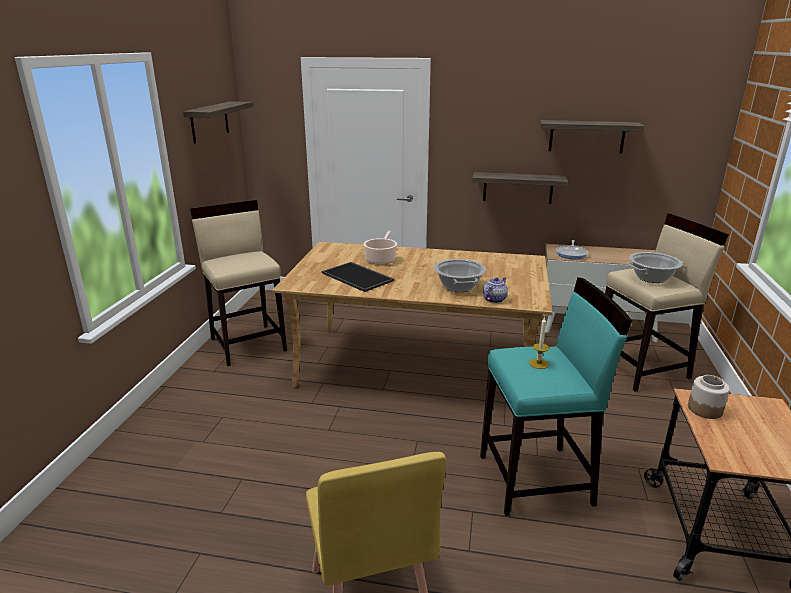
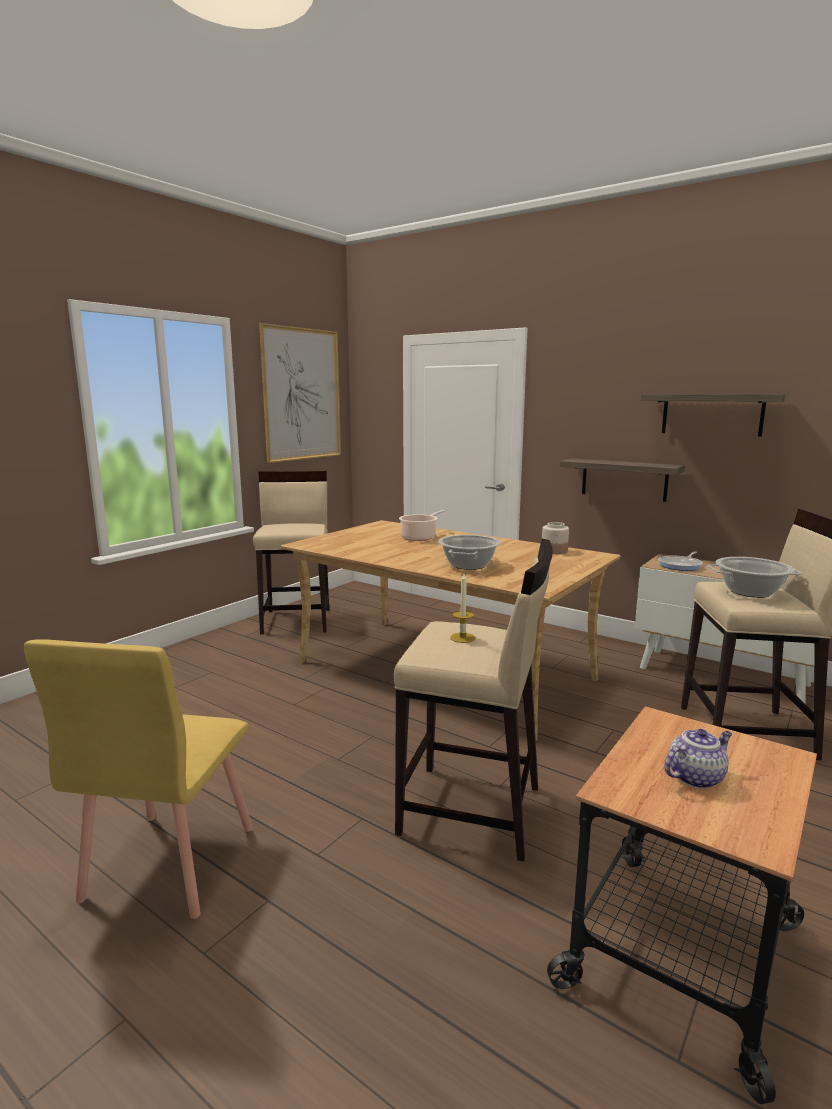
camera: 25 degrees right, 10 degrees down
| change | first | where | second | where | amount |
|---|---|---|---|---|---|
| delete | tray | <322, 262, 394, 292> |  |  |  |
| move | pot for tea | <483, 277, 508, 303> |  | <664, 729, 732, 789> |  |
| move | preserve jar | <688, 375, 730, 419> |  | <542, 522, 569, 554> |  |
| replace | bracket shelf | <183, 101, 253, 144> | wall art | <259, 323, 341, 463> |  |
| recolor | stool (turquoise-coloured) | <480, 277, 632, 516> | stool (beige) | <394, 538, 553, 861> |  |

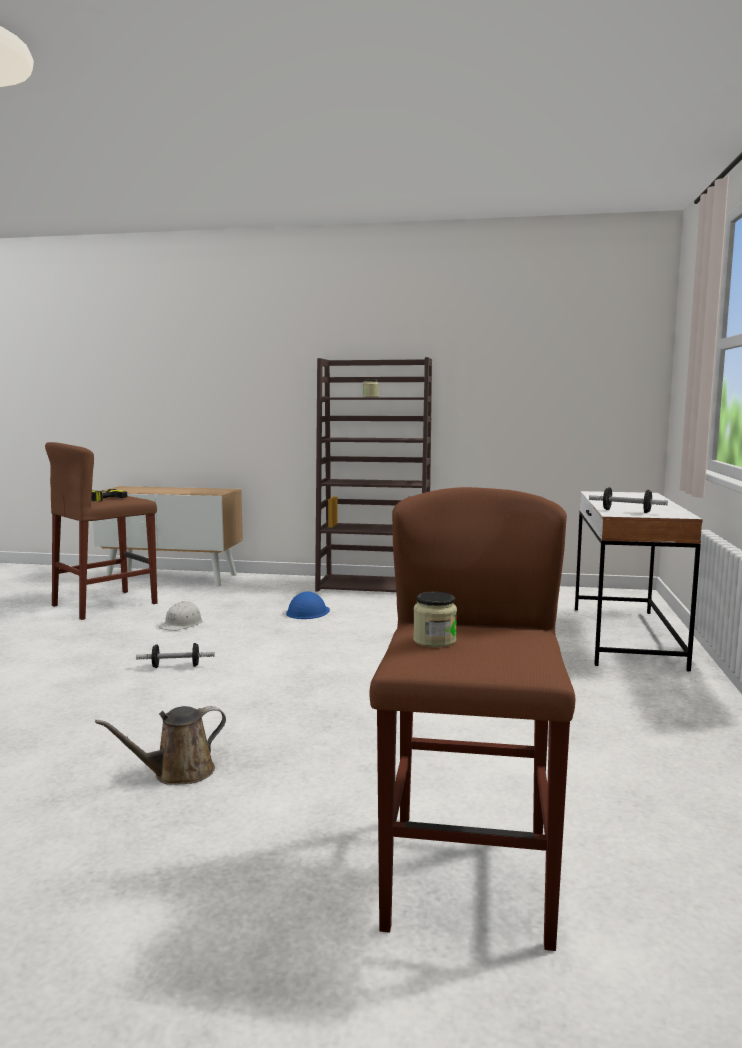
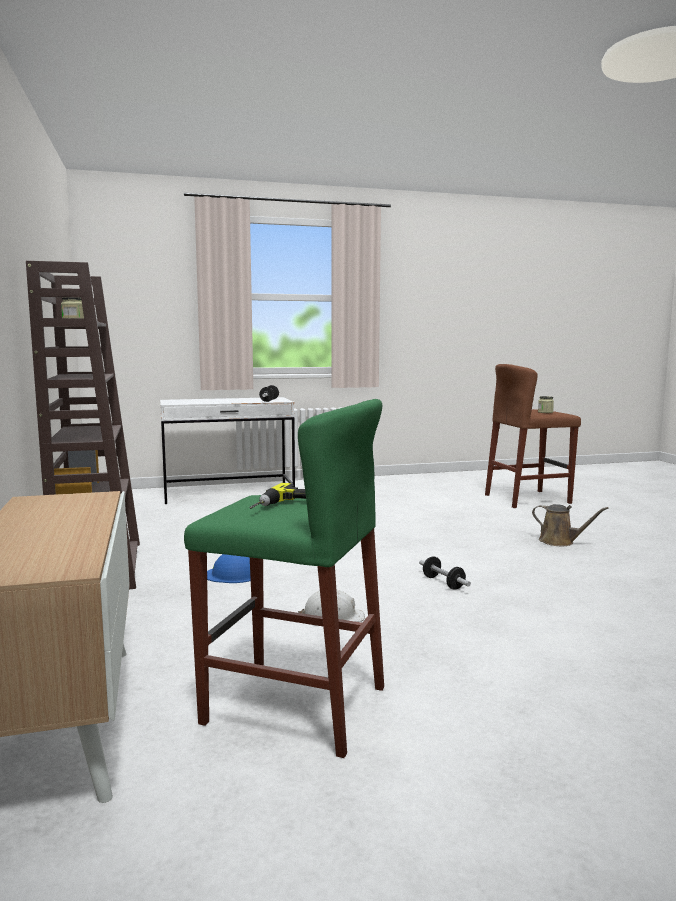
camera: 115 degrees left, 0 degrees up
| change | first | where | second | where | amount |
|---|---|---|---|---|---|
| recolor | stool (brown-coloured) | <45, 442, 157, 620> | stool (green) | <184, 399, 384, 758> |  |

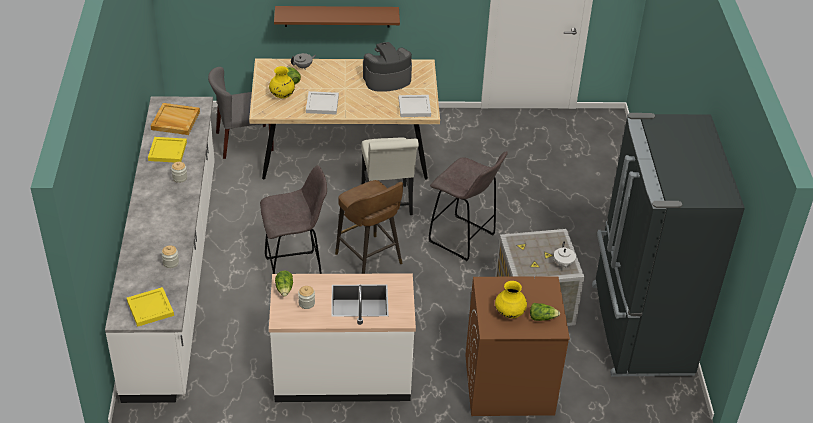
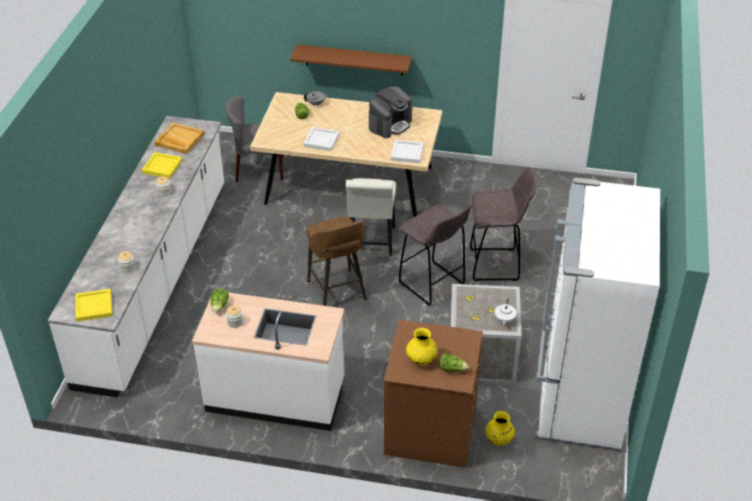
camera: 15 degrees right, 0 degrees up
| change | first | where | second | where | amount |
|---|---|---|---|---|---|
| move | stool (gray) | <260, 165, 327, 274> |  | <470, 167, 536, 281> |  |
| move | flower vase (yellow-coloured) | <269, 66, 295, 98> |  | <485, 411, 515, 446> |  |
| recolor | refrigerator (blackish) | <592, 113, 745, 376> | refrigerator (white-coloured) | <535, 177, 660, 451> |  |
| rotate | coffee maker | <363, 42, 412, 92> |  | <369, 86, 412, 138> | 135 degrees clockwise |

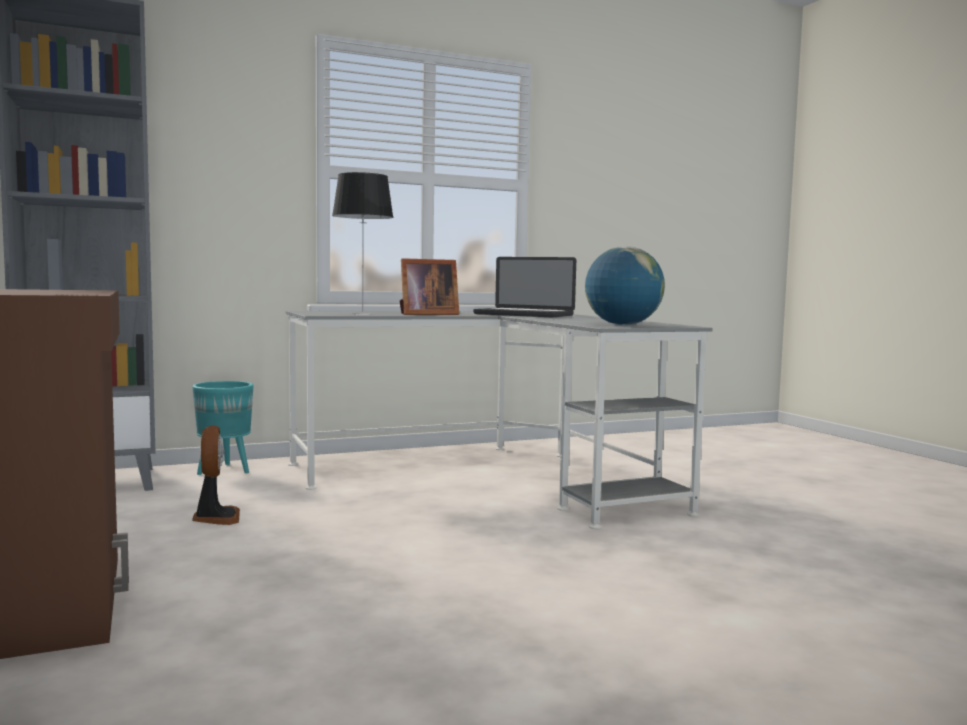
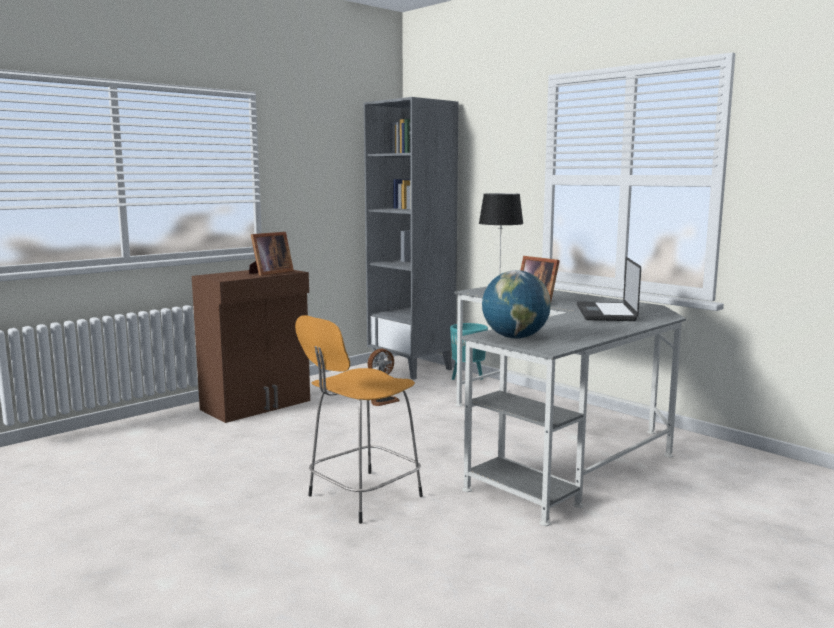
camera: 70 degrees right, 5 degrees up
| change | first | where | second | where | amount |
|---|---|---|---|---|---|
| insert |  |  | standing frame | <249, 232, 294, 276> |  |
| insert |  |  | stool (orange) | <295, 315, 423, 524> |  |

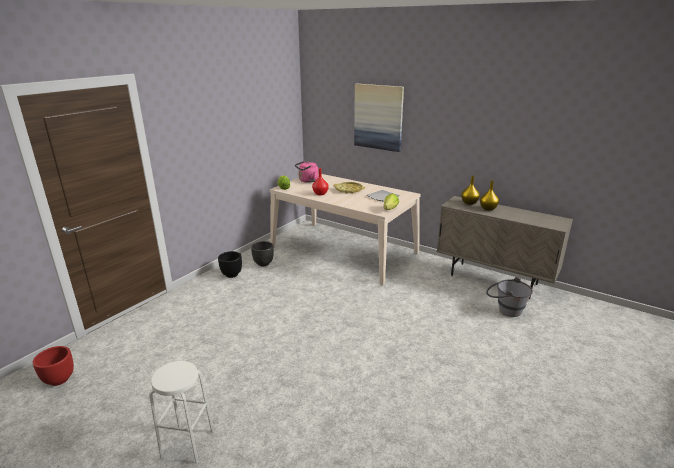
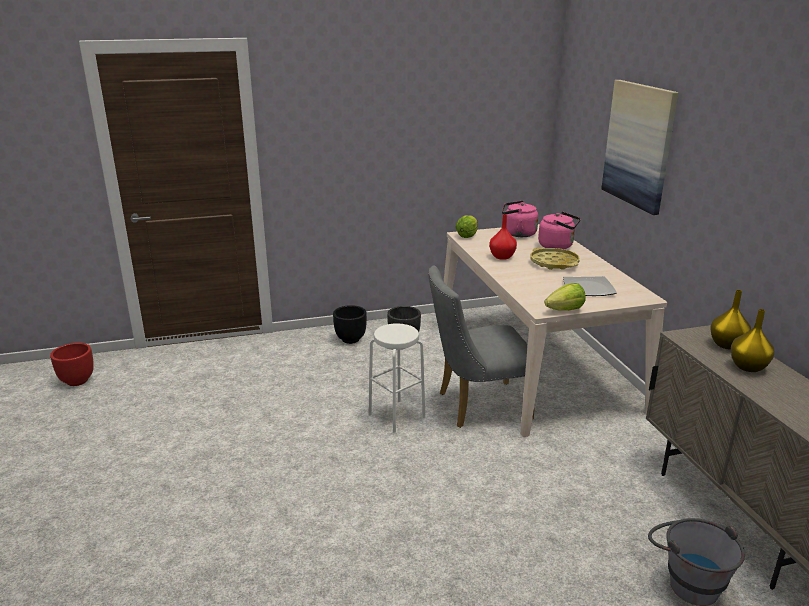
camera: 40 degrees right, 0 degrees up
| change | first | where | second | where | amount |
|---|---|---|---|---|---|
| insert |  |  | chair (gray) | <429, 266, 535, 428> |  |
| insert |  |  | tea kettle (pink-coloured) | <538, 212, 581, 249> |  |
| move | stool (white-coloured) | <149, 361, 214, 464> |  | <368, 324, 425, 433> |  |

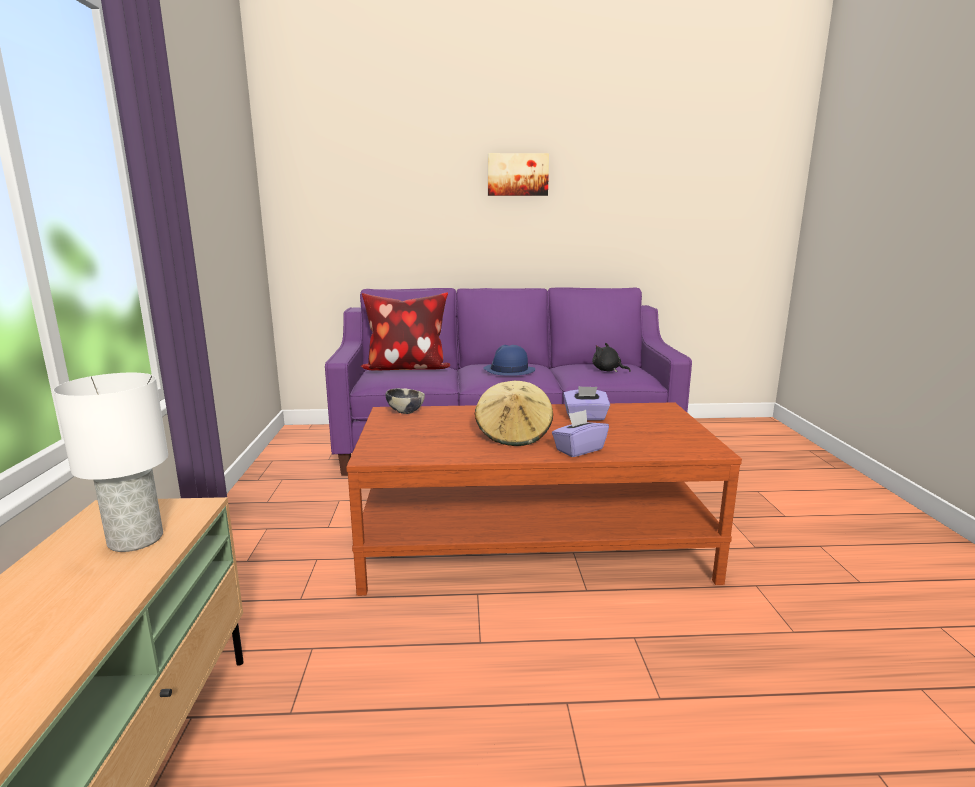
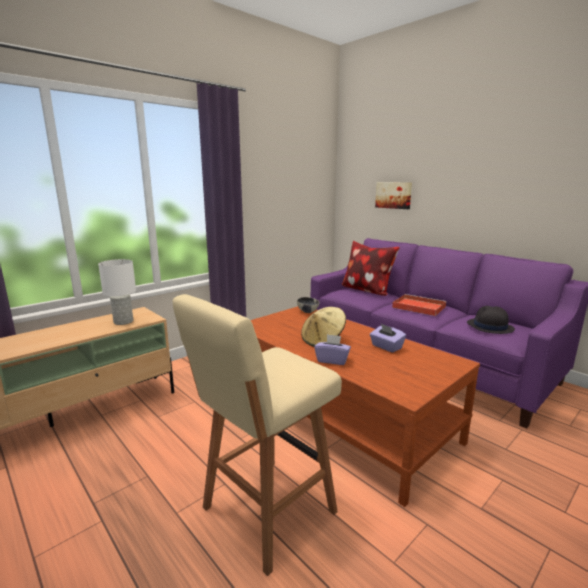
camera: 50 degrees right, 0 degrees up
| change | first | where | second | where | amount |
|---|---|---|---|---|---|
| insert |  |  | stool (beige) | <173, 294, 342, 576> |  |
| move | wall art | <488, 153, 549, 196> |  | <375, 182, 412, 209> |  |
| replace | hat (bluish) | <483, 345, 535, 376> | tray (reddish) | <392, 294, 446, 316> |  |
| replace | plush toy (blackish) | <592, 343, 631, 372> | hat (blackish) | <467, 306, 515, 334> |  |

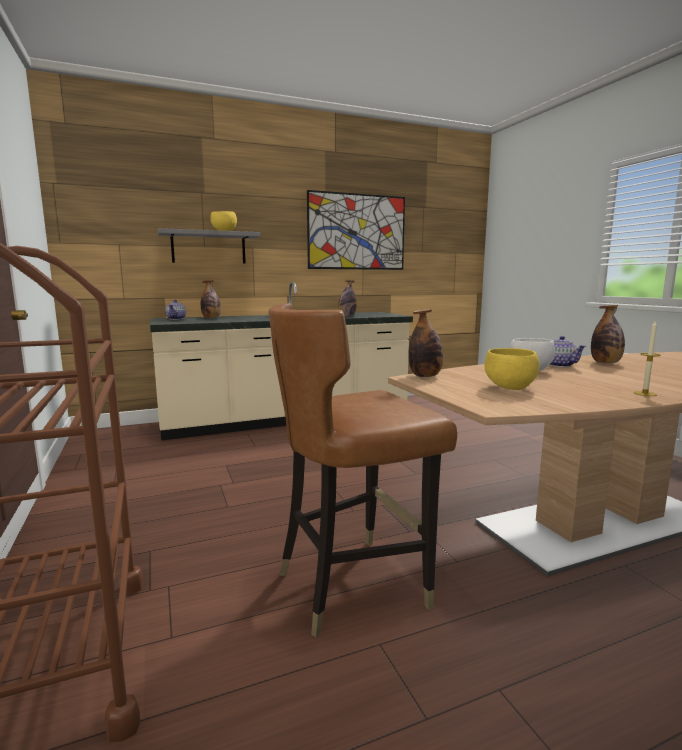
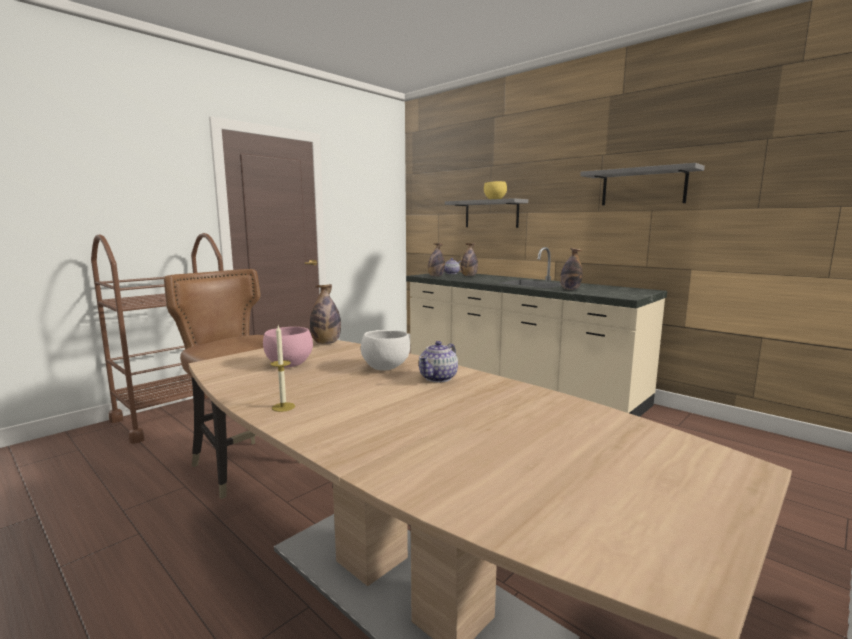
camera: 65 degrees right, 0 degrees up
| change | first | where | second | where | amount |
|---|---|---|---|---|---|
| move | beverage bottle | <591, 305, 625, 364> |  | <428, 243, 445, 277> |  |
| replace | wall art | <307, 190, 405, 270> | bracket shelf (gray) | <580, 163, 705, 205> |  |
| recolor | serving bowl (yellow-coloured) | <485, 348, 539, 390> | serving bowl (pink-coloured) | <263, 327, 313, 367> |  |

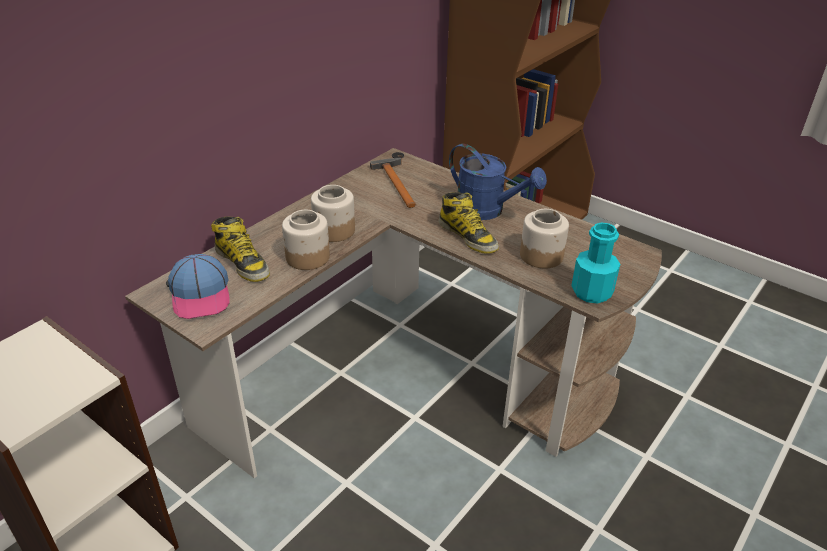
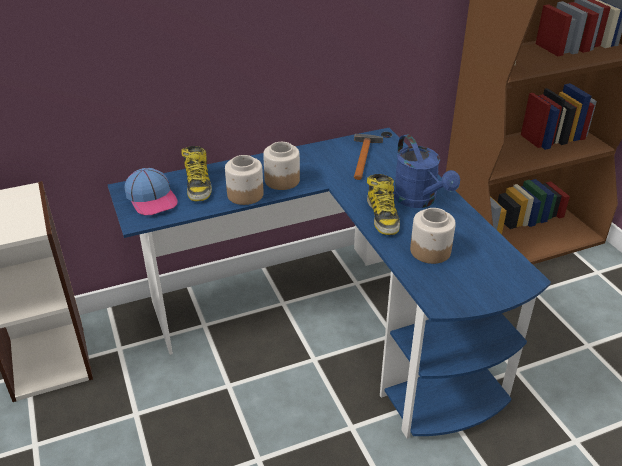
camera: 30 degrees right, 0 degrees up
| change | first | where | second | where | amount |
|---|---|---|---|---|---|
| delete | beverage bottle (turquoise-coloured) | <571, 223, 620, 304> |  |  |  |
| recolor | desk table (brown-coloured) | <125, 148, 662, 478> | desk table (bluish) | <108, 128, 551, 439> |  |
| rotate | cap | <168, 254, 230, 319> |  | <124, 168, 177, 215> | 45 degrees counterclockwise |

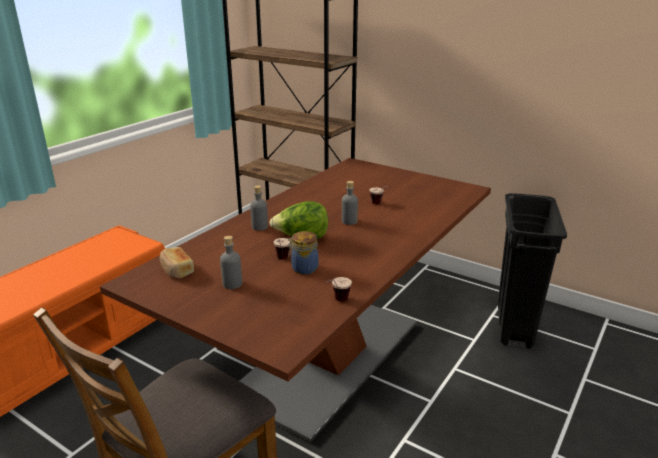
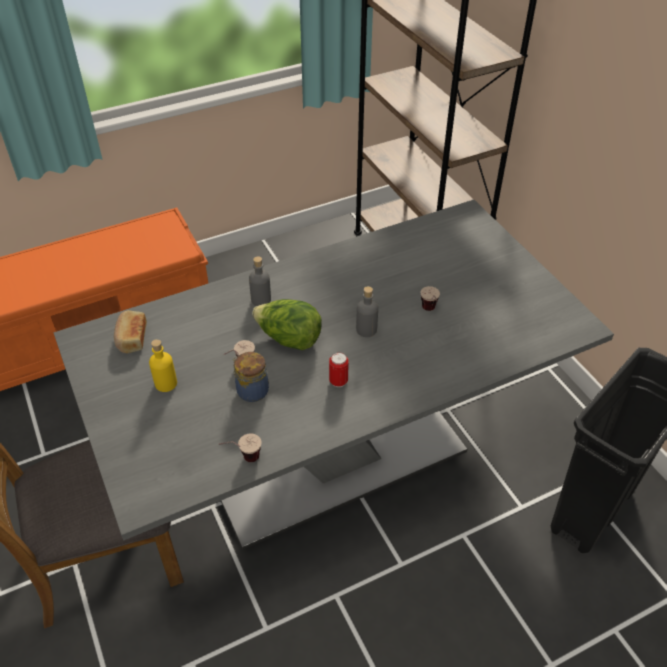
camera: 30 degrees right, 20 degrees up
| change | first | where | second | where | amount |
|---|---|---|---|---|---|
| insert |  |  | can | <329, 352, 349, 387> |  |
| recolor | dining table (brown-coloured) | <100, 158, 491, 443> | dining table (gray) | <54, 200, 614, 549> |  |
| recolor | beverage bottle (gray) | <220, 236, 242, 289> | beverage bottle (yellow-coloured) | <149, 339, 177, 392> |  |

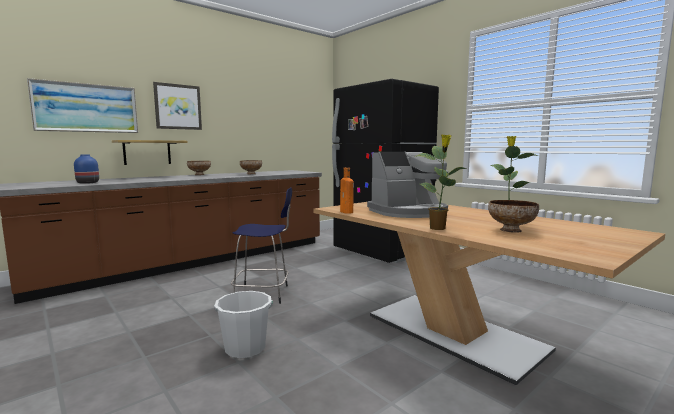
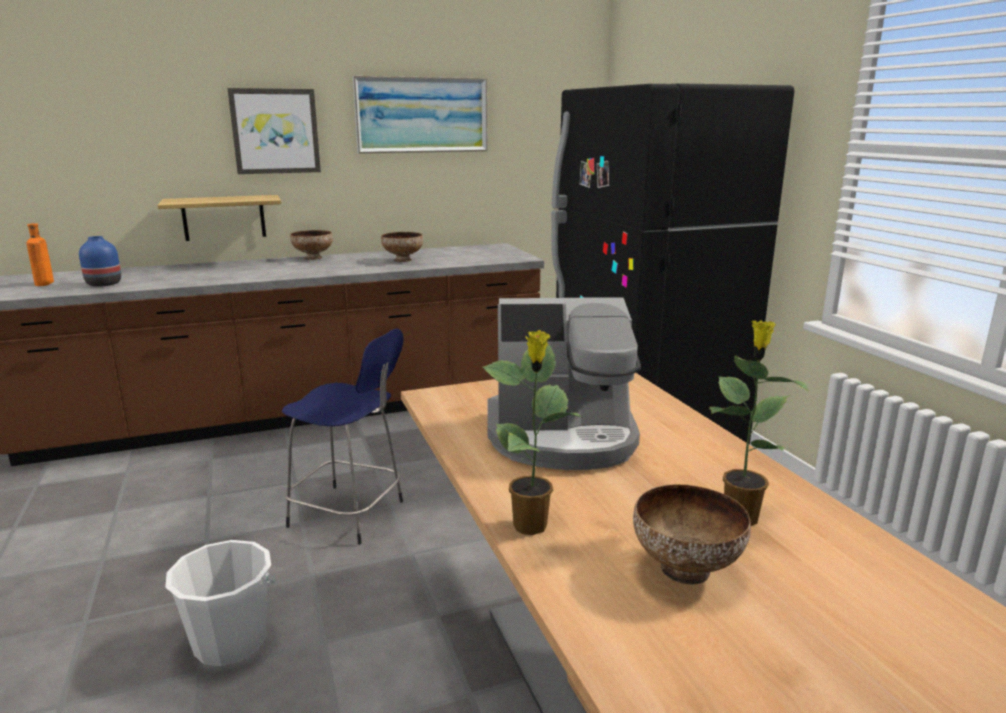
camera: 20 degrees right, 10 degrees up
| change | first | where | second | where | amount |
|---|---|---|---|---|---|
| move | wall art | <27, 78, 138, 133> |  | <353, 76, 488, 153> |  |
| move | beverage bottle (orange) | <340, 168, 354, 214> |  | <26, 223, 54, 286> |  |

